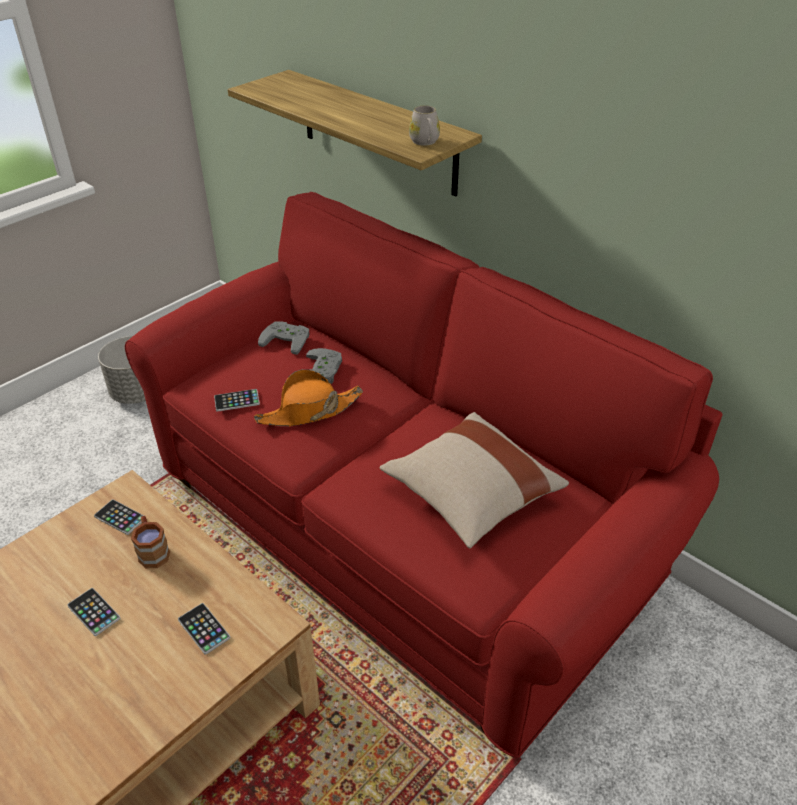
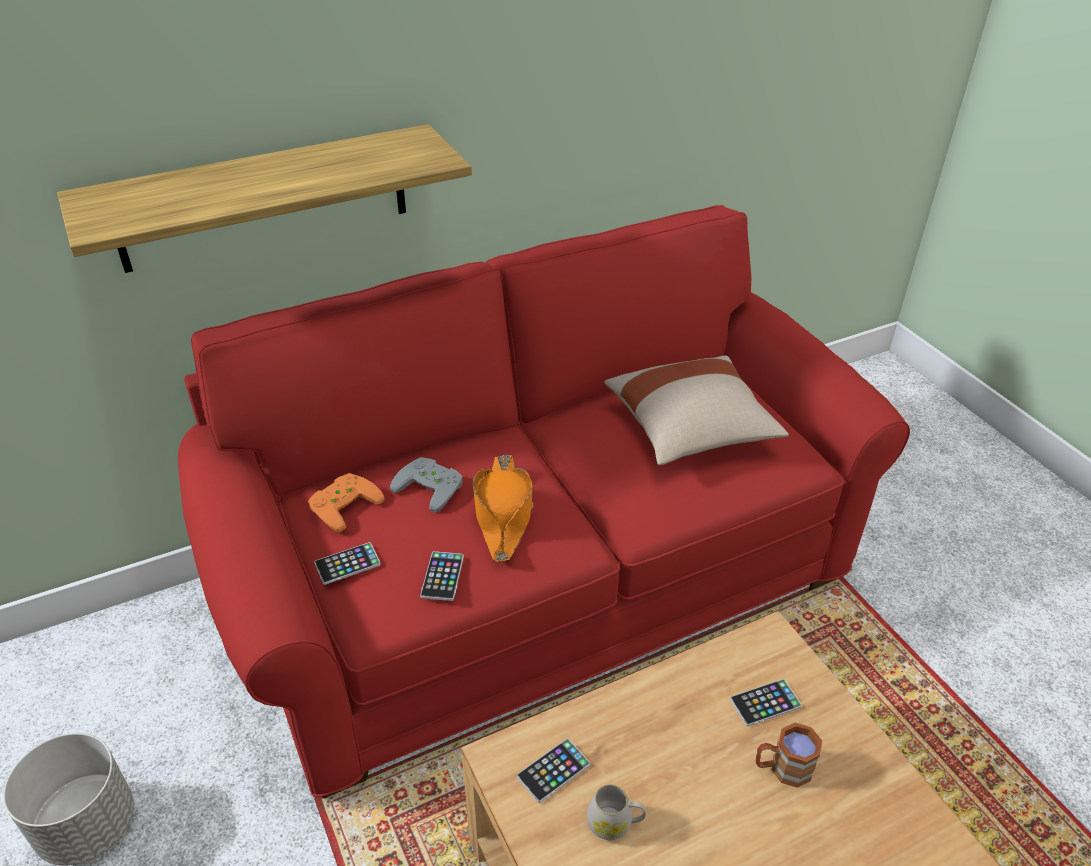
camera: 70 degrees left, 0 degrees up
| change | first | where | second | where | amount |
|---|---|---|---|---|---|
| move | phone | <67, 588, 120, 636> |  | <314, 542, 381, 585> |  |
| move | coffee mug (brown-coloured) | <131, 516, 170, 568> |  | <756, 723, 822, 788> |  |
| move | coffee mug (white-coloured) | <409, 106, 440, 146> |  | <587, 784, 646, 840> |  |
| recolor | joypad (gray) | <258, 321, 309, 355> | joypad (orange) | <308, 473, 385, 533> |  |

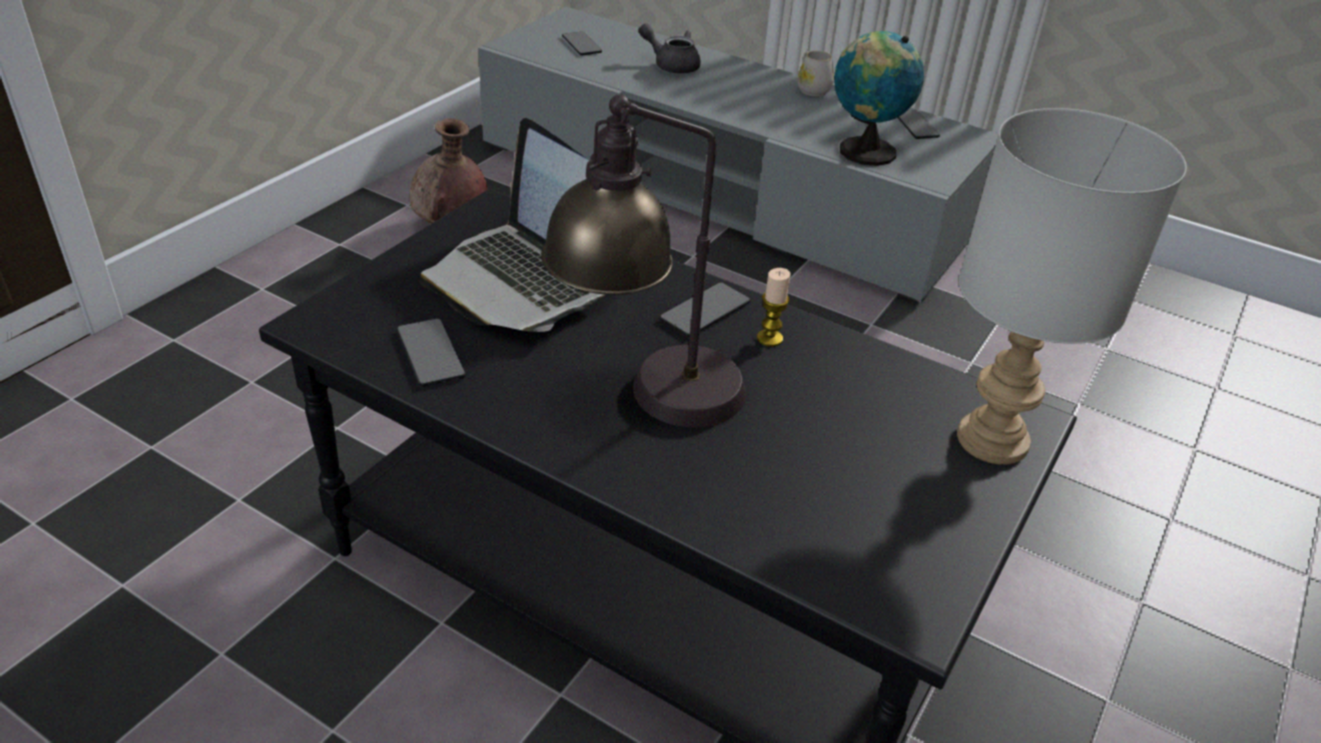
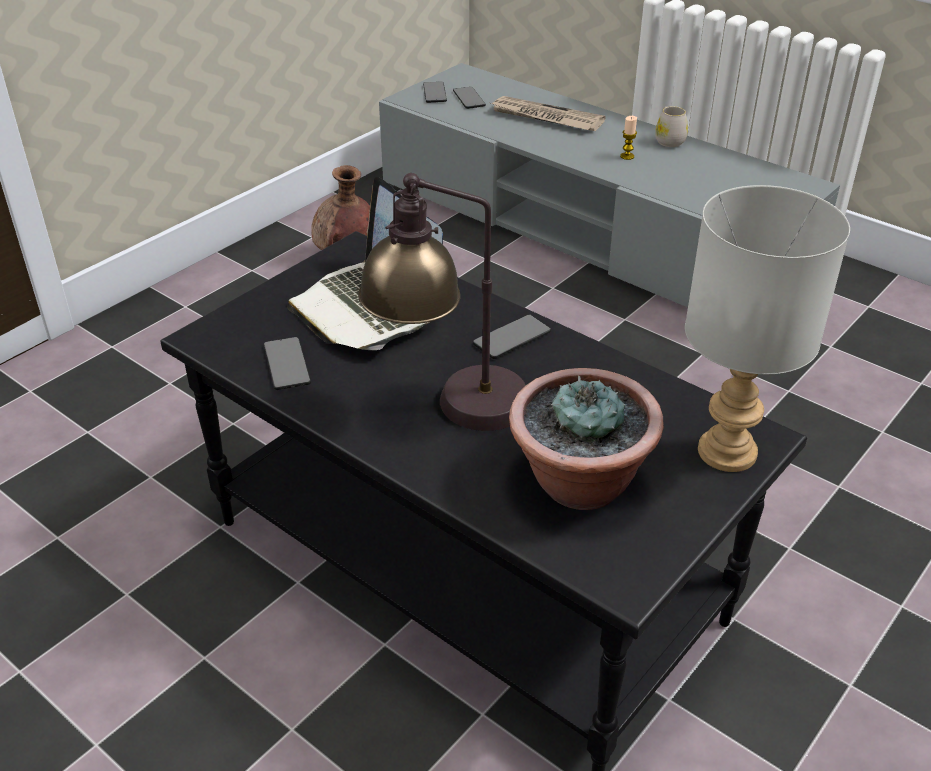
camera: 10 degrees right, 0 degrees up
| change | first | where | second | where | amount |
|---|---|---|---|---|---|
| delete | world globe | <834, 31, 924, 166> |  |  |  |
| insert |  |  | potted plant | <509, 368, 664, 510> |  |
| move | wax light | <757, 268, 791, 347> |  | <620, 116, 637, 160> |  |
| move | phone | <897, 110, 940, 139> |  | <423, 82, 447, 103> |  |
| replace | pot for tea (gray) | <638, 23, 701, 74> | printed paper | <491, 96, 606, 131> |  |

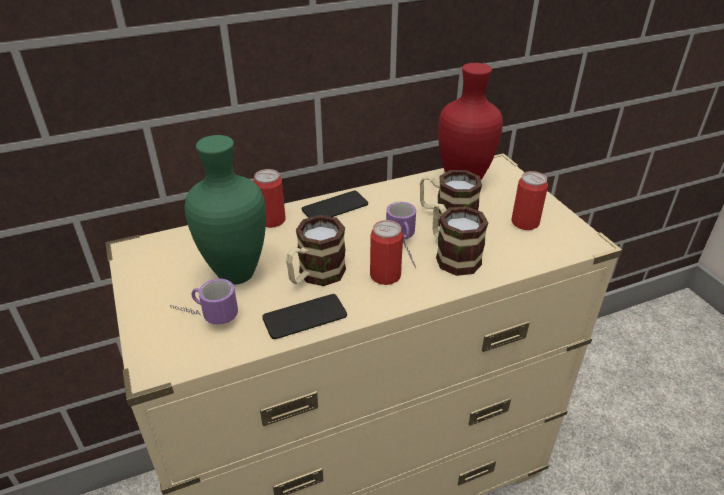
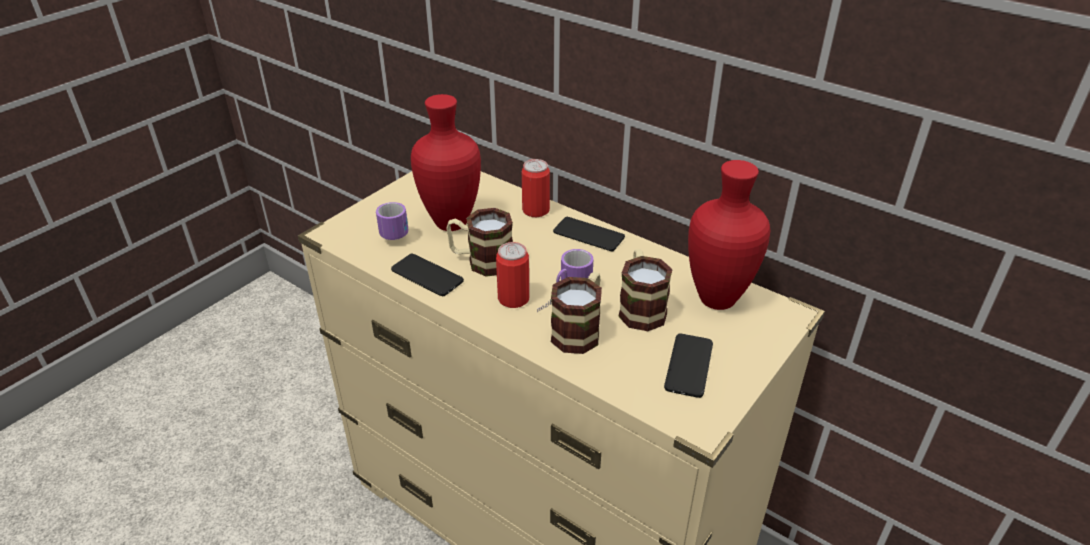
camera: 60 degrees right, 0 degrees up
| change | first | where | second | where | amount |
|---|---|---|---|---|---|
| replace | can | <511, 171, 548, 230> | phone | <664, 334, 713, 398> |  |
| recolor | flower vase (green) | <184, 135, 266, 285> | flower vase (reddish) | <411, 94, 481, 231> |  |

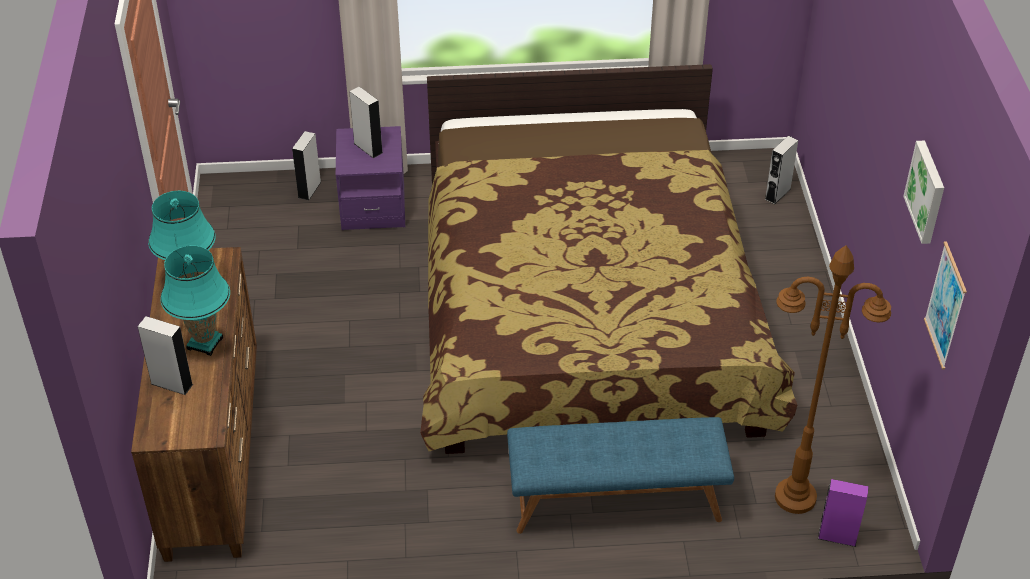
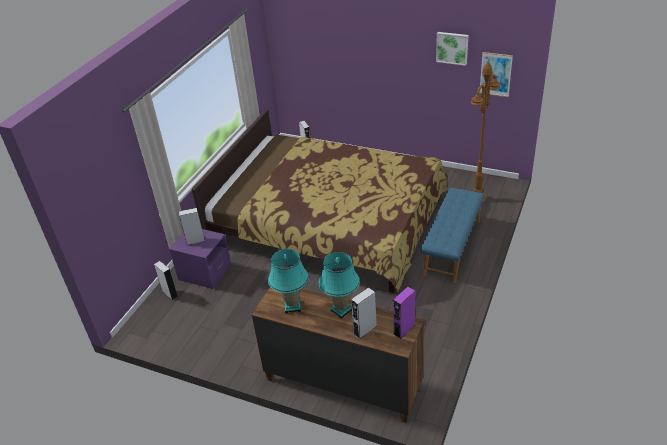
camera: 60 degrees left, 5 degrees down
| change | first | where | second | where | amount |
|---|---|---|---|---|---|
| move | speaker (purple-coloured) | <818, 479, 869, 547> |  | <393, 286, 415, 339> |  |

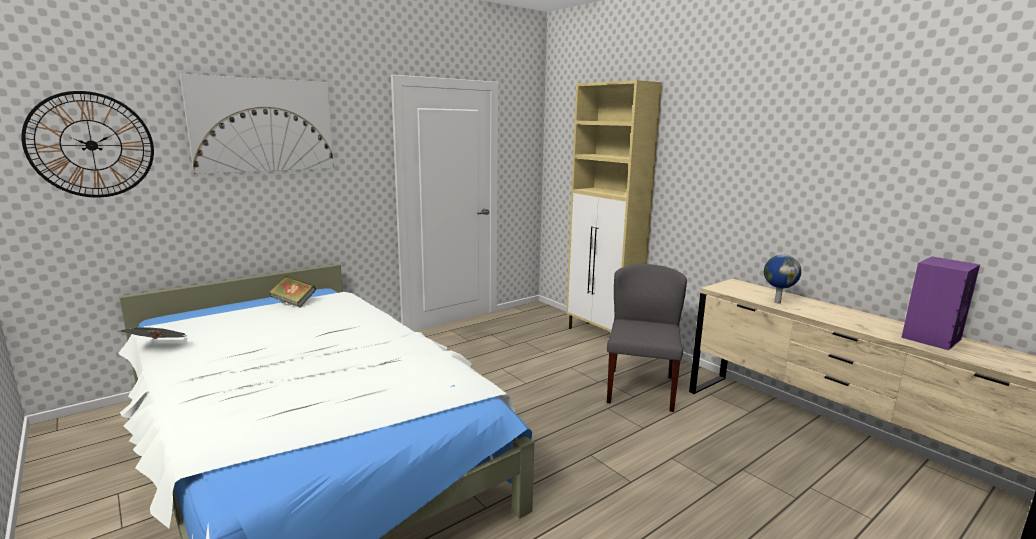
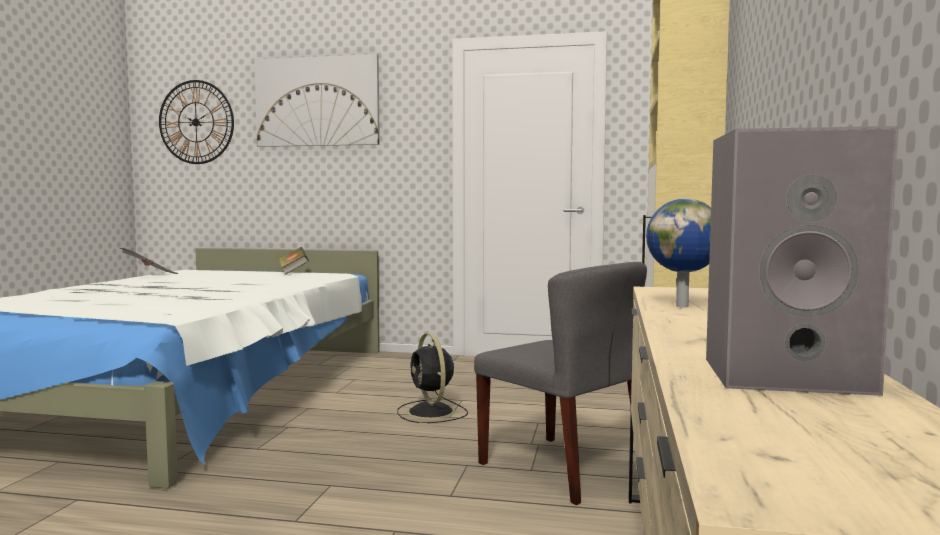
camera: 50 degrees right, 10 degrees down
| change | first | where | second | where | amount |
|---|---|---|---|---|---|
| insert |  |  | electric fan (blackish) | <397, 333, 468, 423> |  |
| recolor | speaker (purple-coloured) | <901, 257, 980, 350> | speaker (gray) | <706, 126, 899, 396> |  |
| rotate | chair (gray) | <607, 264, 687, 412> |  | <474, 262, 647, 505> | 75 degrees clockwise |

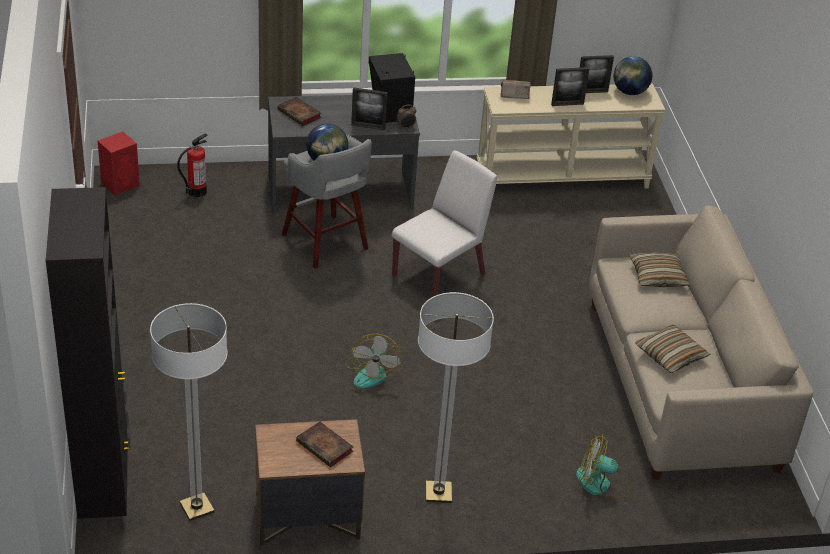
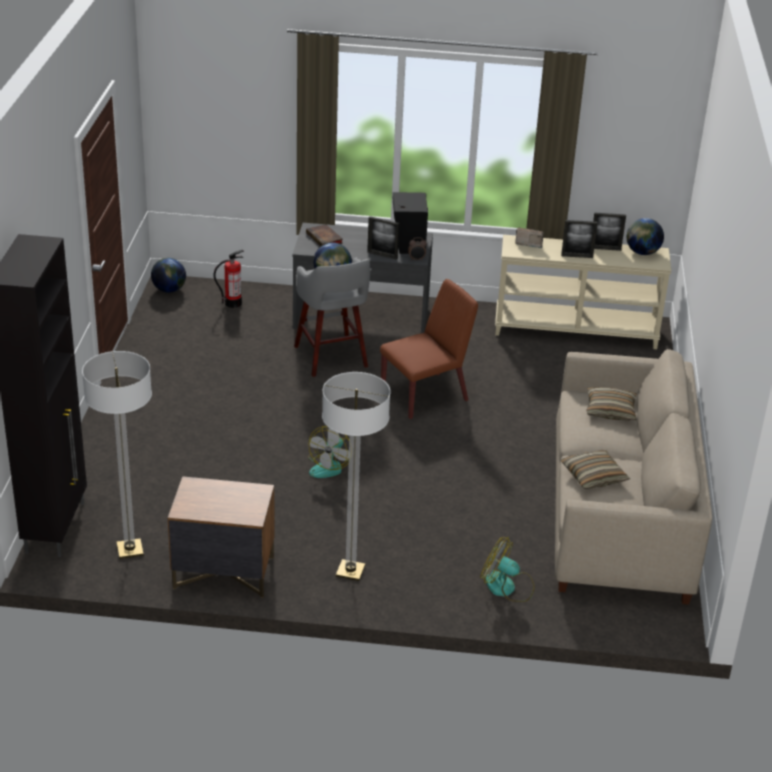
camera: 15 degrees right, 5 degrees down
| change | first | where | second | where | amount |
|---|---|---|---|---|---|
| delete | volume | <296, 421, 353, 467> |  |  |  |
| replace | speaker (reddish) | <98, 132, 140, 195> | world globe | <151, 258, 186, 293> |  |
| recolor | chair (white-coloured) | <392, 150, 497, 297> | chair (brown-coloured) | <380, 279, 478, 419> |  |

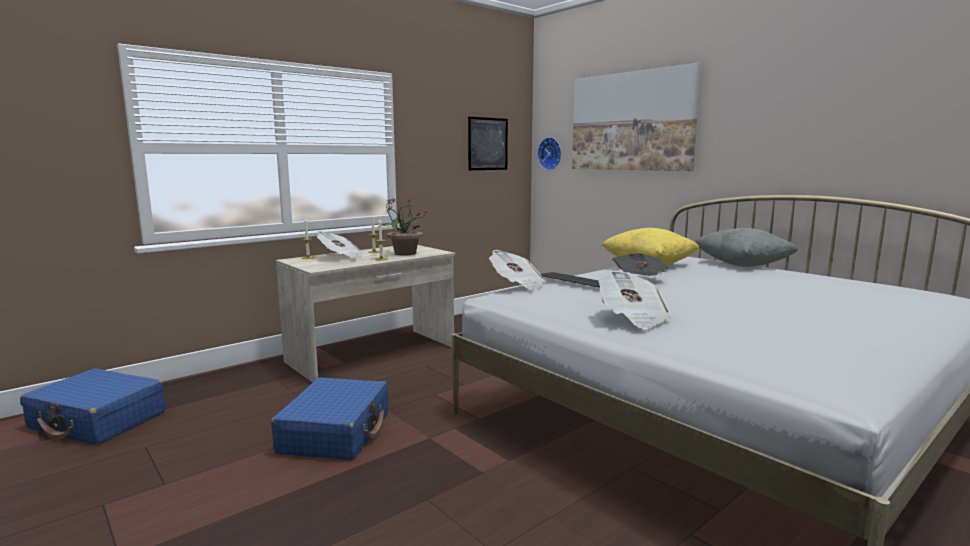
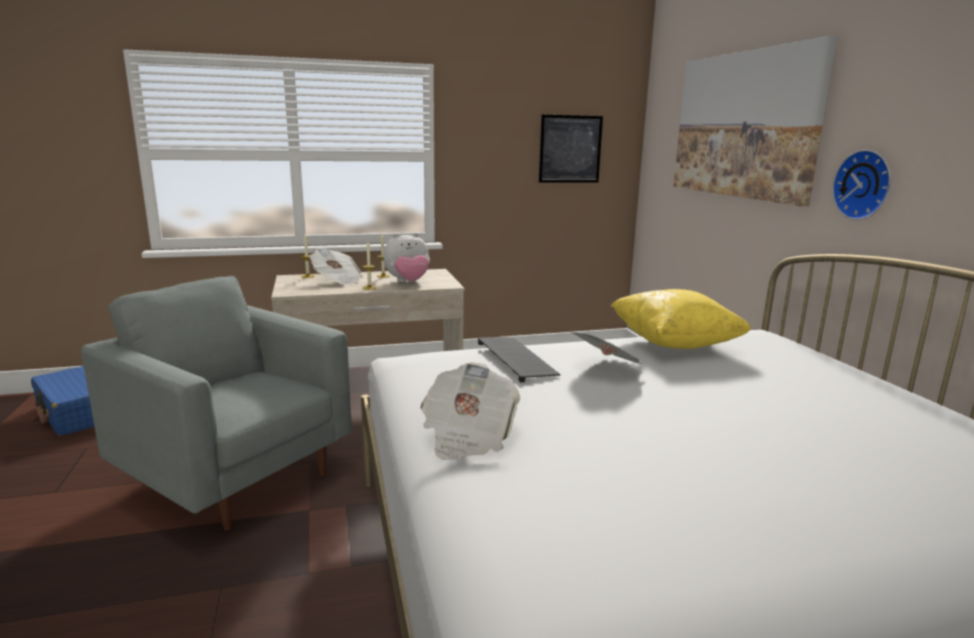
camera: 25 degrees right, 5 degrees up
| change | first | where | second | where | amount |
|---|---|---|---|---|---|
| delete | printed paper | <489, 250, 546, 291> |  |  |  |
| delete | cushion (gray) | <695, 228, 798, 267> |  |  |  |
| move | wall clock | <537, 137, 561, 170> |  | <832, 150, 891, 220> |  |
| replace | suitcase (bluish) | <271, 377, 389, 461> | lounge chair (gray) | <81, 276, 352, 531> |  |
| replace | potted plant | <378, 198, 428, 256> | plush toy | <383, 233, 430, 282> |  |

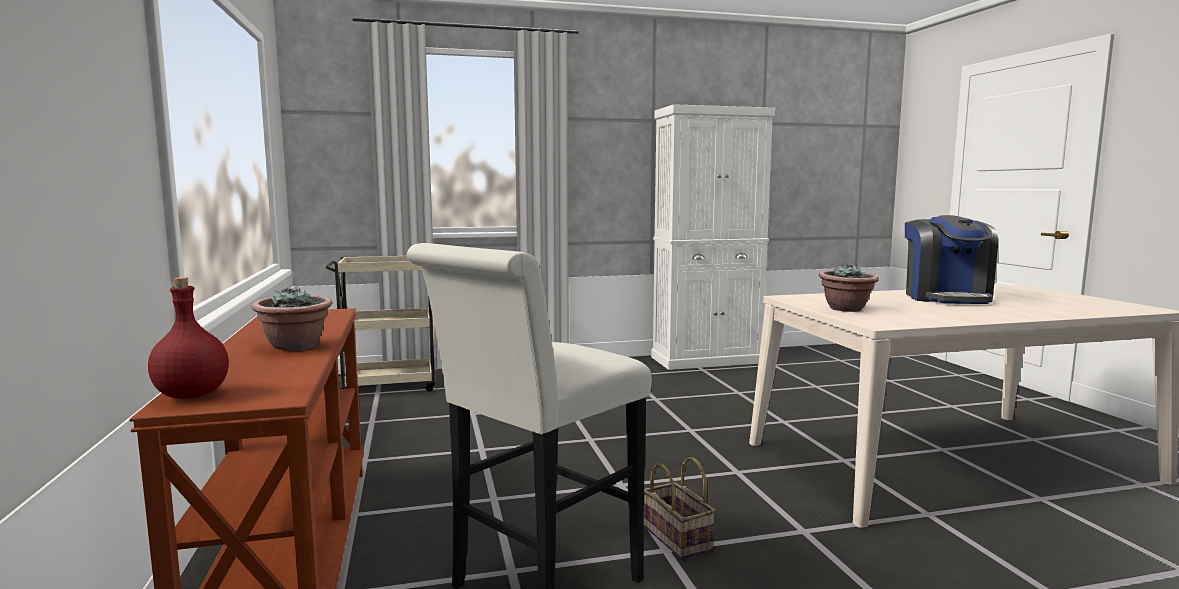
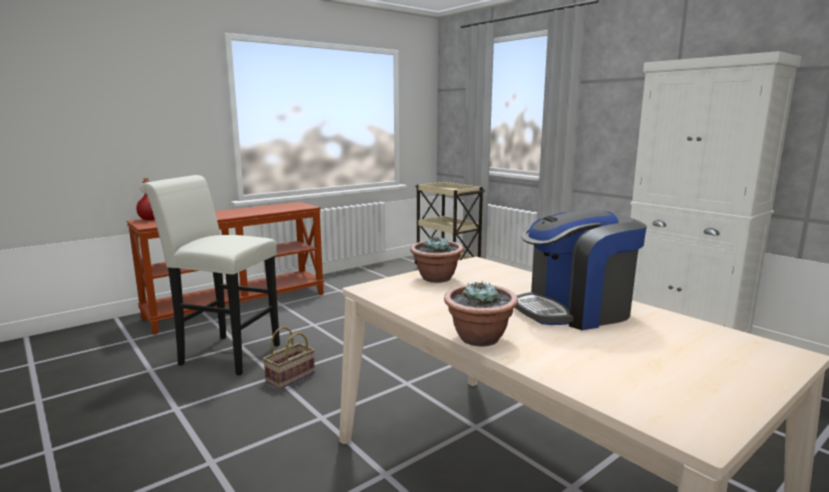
camera: 65 degrees right, 5 degrees up
| change | first | where | second | where | amount |
|---|---|---|---|---|---|
| move | potted plant | <252, 287, 332, 351> |  | <444, 282, 518, 346> |  |

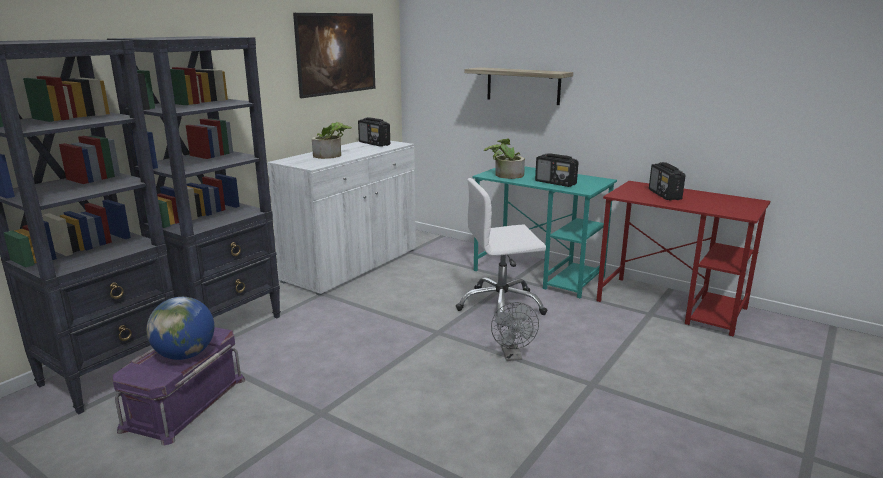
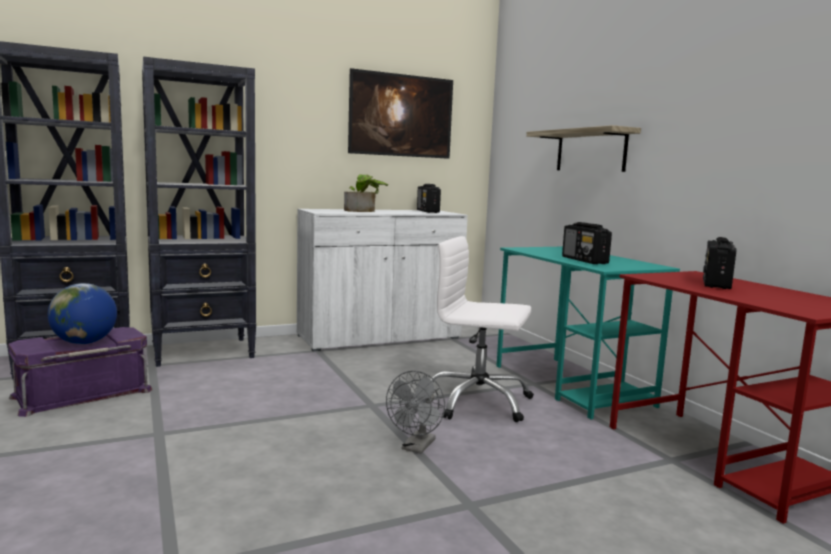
camera: 30 degrees right, 10 degrees down
| change | first | where | second | where | amount |
|---|---|---|---|---|---|
| delete | potted plant | <484, 139, 525, 179> |  |  |  |

